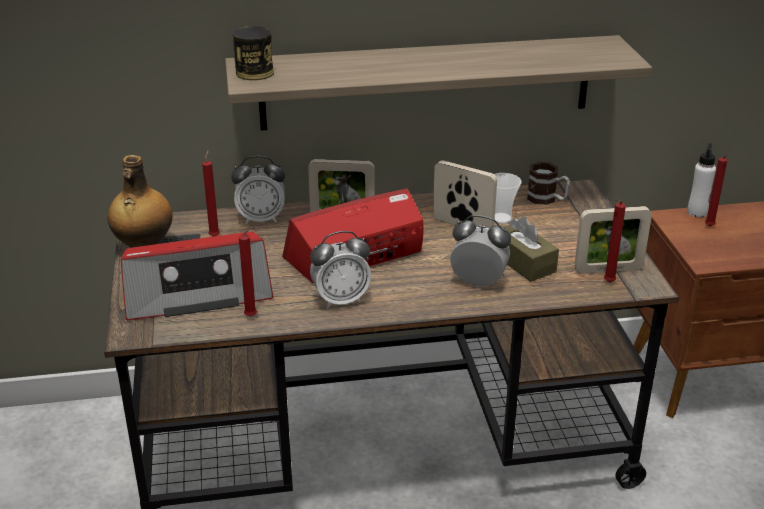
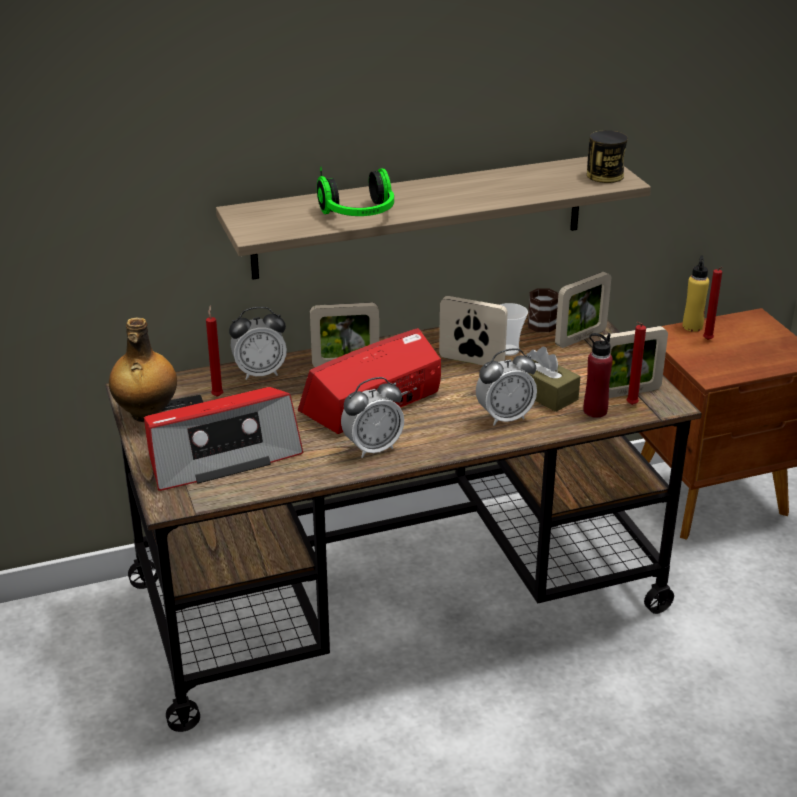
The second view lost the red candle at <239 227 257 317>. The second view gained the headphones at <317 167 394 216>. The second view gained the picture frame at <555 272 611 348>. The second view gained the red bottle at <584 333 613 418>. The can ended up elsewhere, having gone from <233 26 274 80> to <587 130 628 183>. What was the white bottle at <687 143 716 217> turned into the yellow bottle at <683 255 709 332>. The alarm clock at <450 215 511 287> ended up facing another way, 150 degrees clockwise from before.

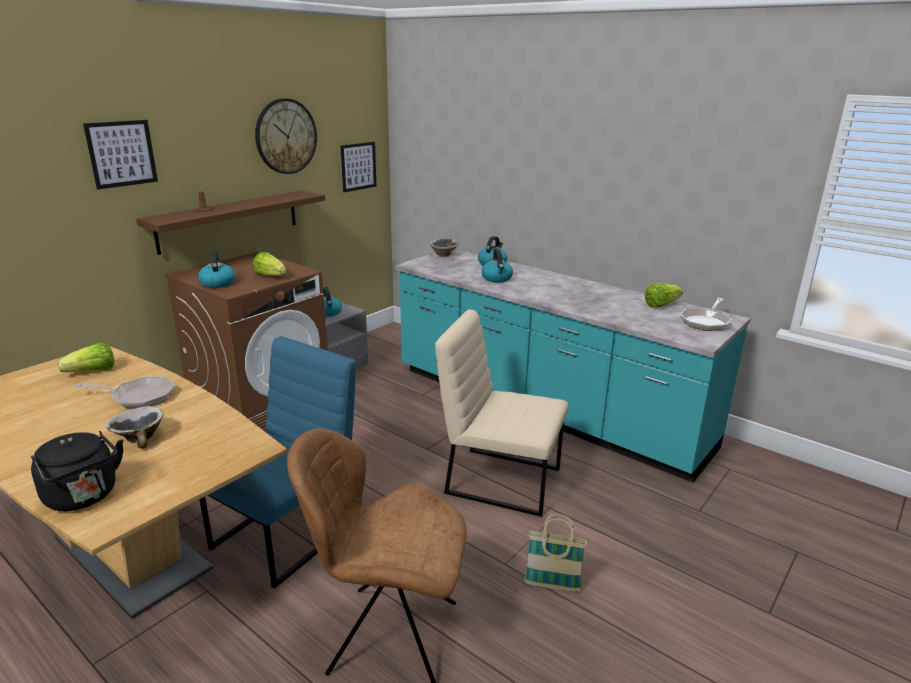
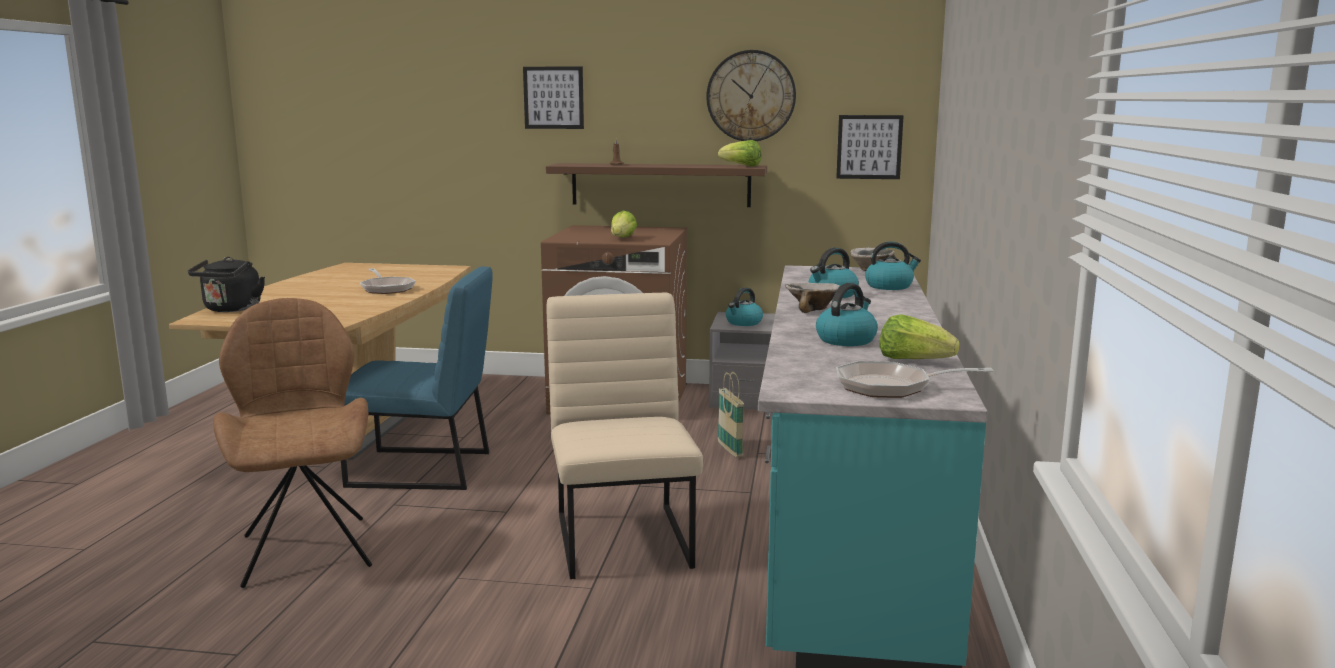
The lettuce ended up elsewhere, having gone from <58 343 114 372> to <718 140 761 167>. The bowl ended up elsewhere, having gone from <106 406 163 449> to <785 283 840 313>. The kettle ended up elsewhere, having gone from <198 251 236 288> to <816 283 878 346>. The basket ended up elsewhere, having gone from <524 514 587 592> to <718 372 744 457>.

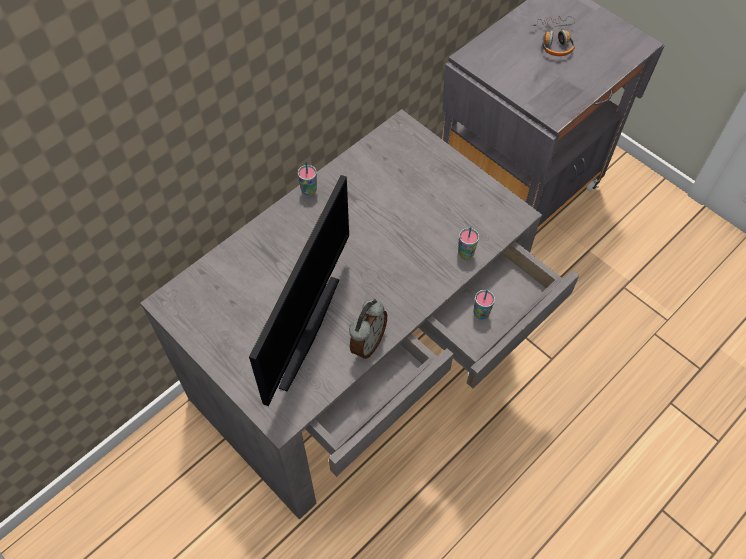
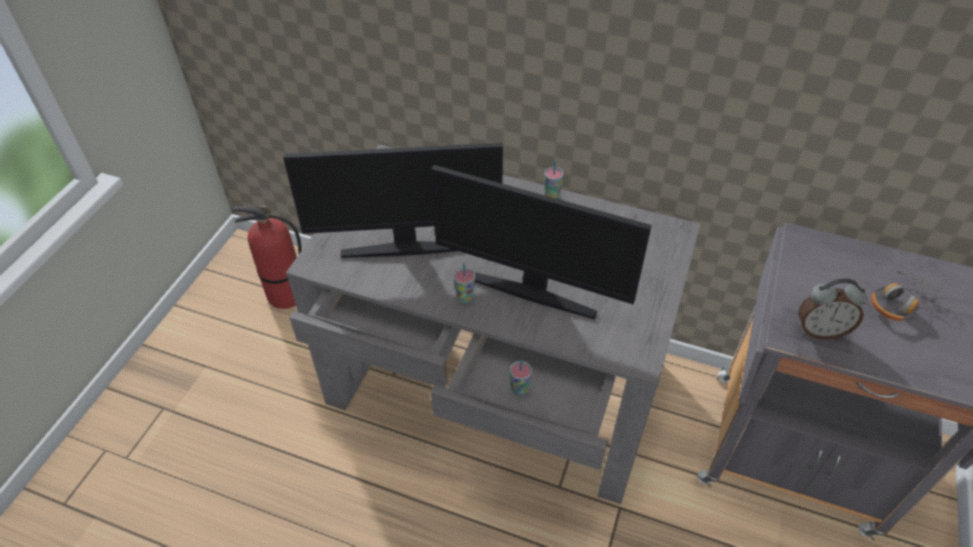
The second view gained the fire extinguisher at <233 206 302 309>. The second view gained the monitor at <431 165 652 319>. The alarm clock ended up elsewhere, having gone from <349 299 387 359> to <798 278 867 340>. The cup ended up elsewhere, having gone from <458 226 479 259> to <454 263 475 303>.

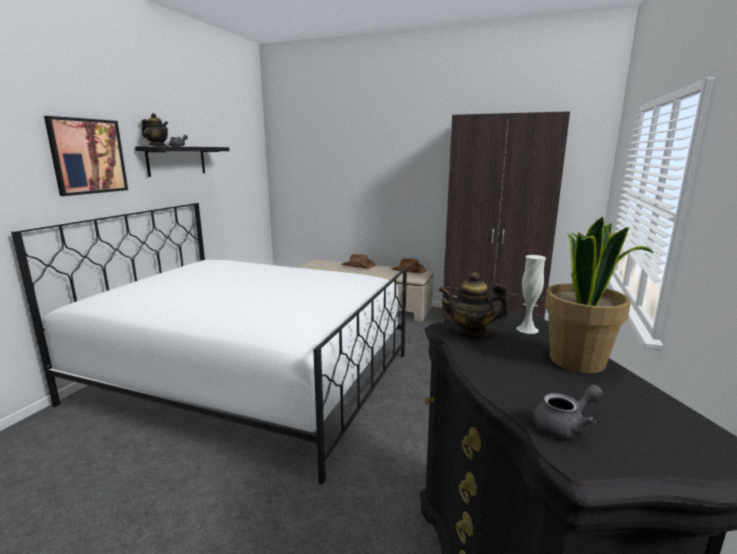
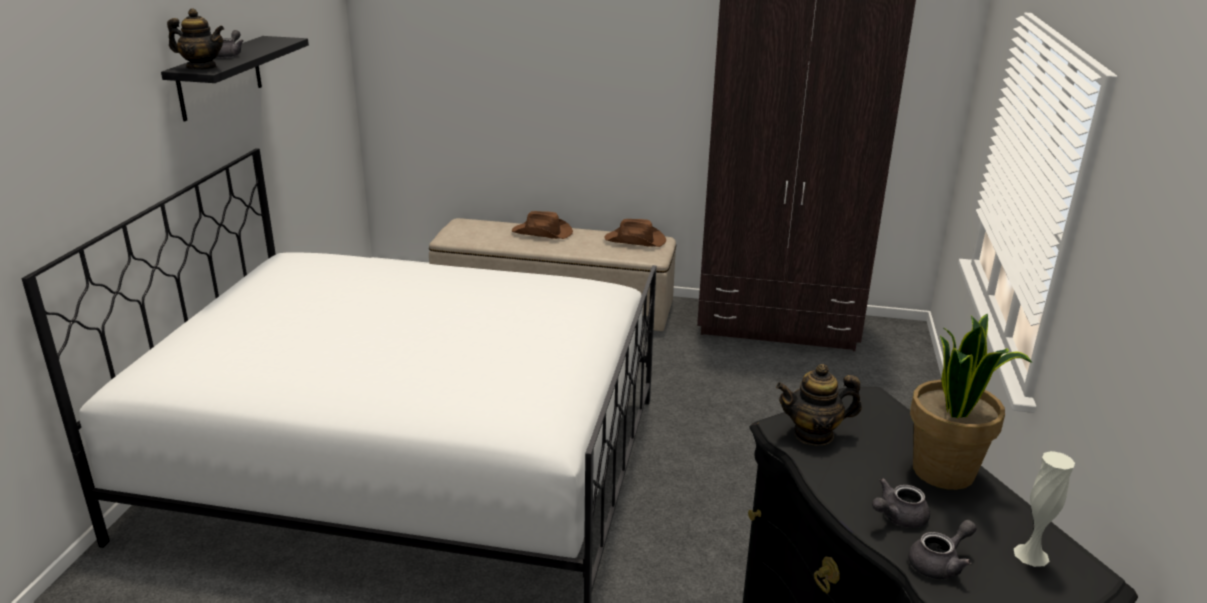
The second view lost the picture at <44 116 128 196>. The second view gained the grey teapot at <872 478 930 528>. The white vase ended up elsewhere, having gone from <516 255 546 334> to <1014 451 1075 567>.

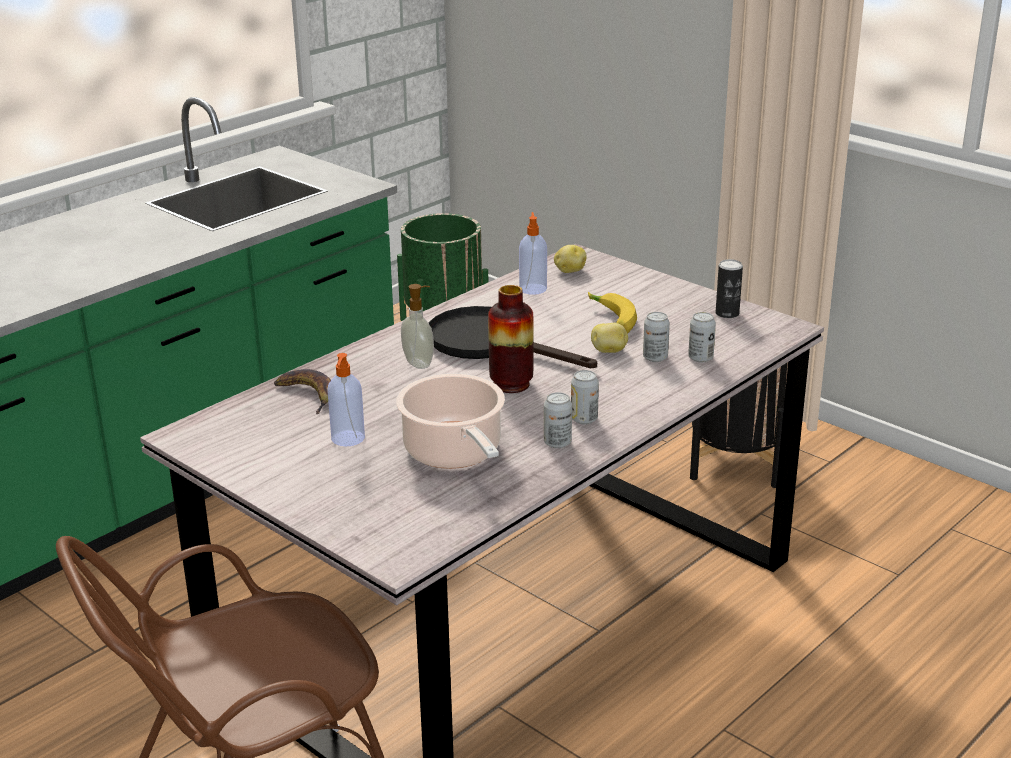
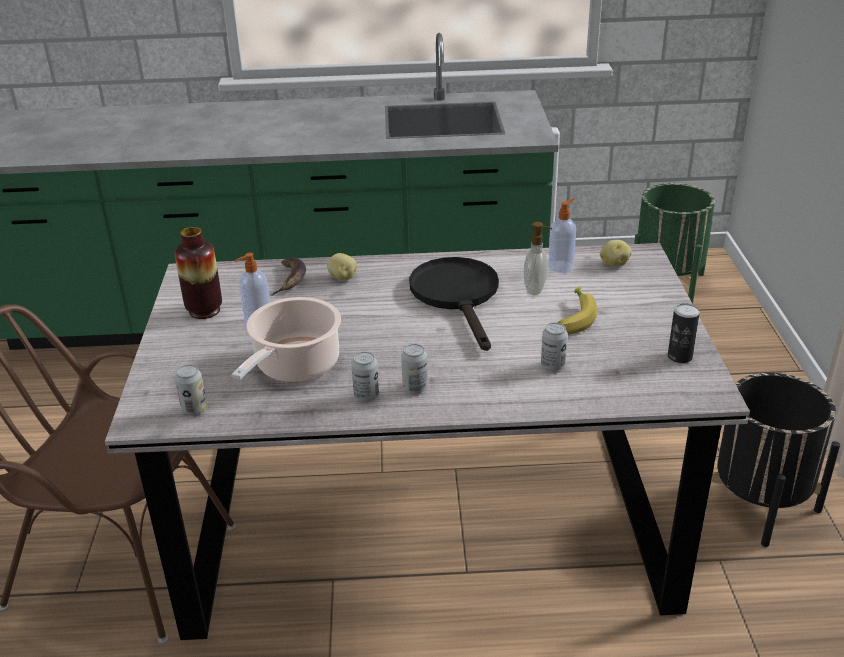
The soap dispenser ended up elsewhere, having gone from <401 284 434 369> to <524 222 552 295>. The vase ended up elsewhere, having gone from <488 285 534 393> to <175 227 222 319>. The potato ended up elsewhere, having gone from <591 323 628 353> to <327 253 357 281>. The can ended up elsewhere, having gone from <688 312 716 363> to <175 365 207 415>.

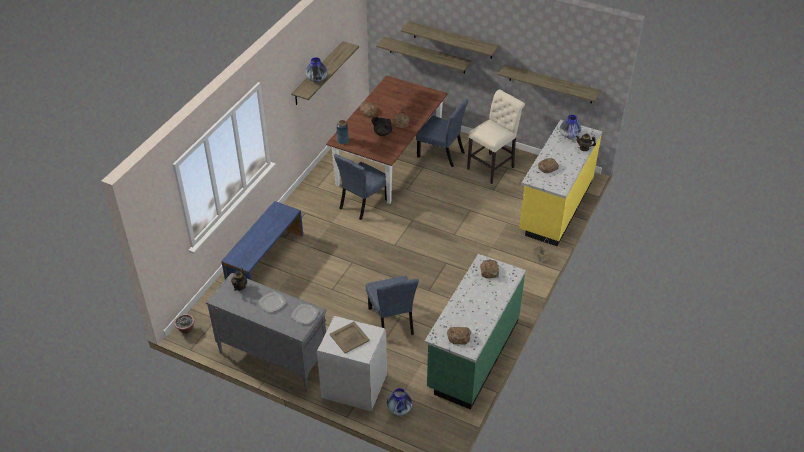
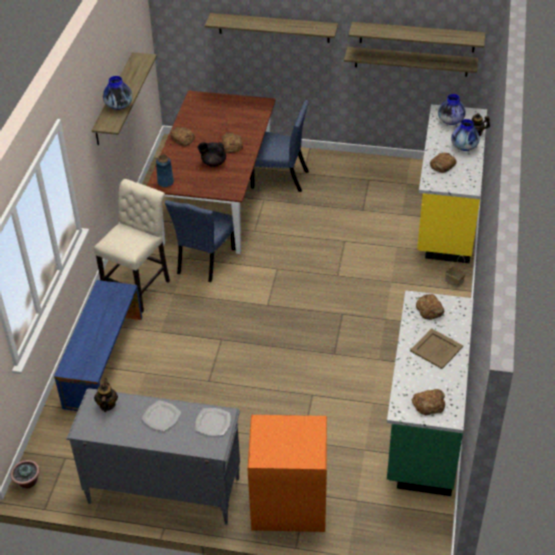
The second view lost the blue chair at <366 276 419 335>. The beige tray ended up elsewhere, having gone from <330 322 370 354> to <410 328 463 369>. The shelf ended up elsewhere, having gone from <376 37 472 73> to <349 22 485 52>. The vase ended up elsewhere, having gone from <387 388 412 415> to <451 119 480 151>. The beige stool ended up elsewhere, having gone from <467 89 525 184> to <94 179 170 313>. What was the white washing machine at <317 316 387 411> turned into the orange washing machine at <247 415 327 532>.

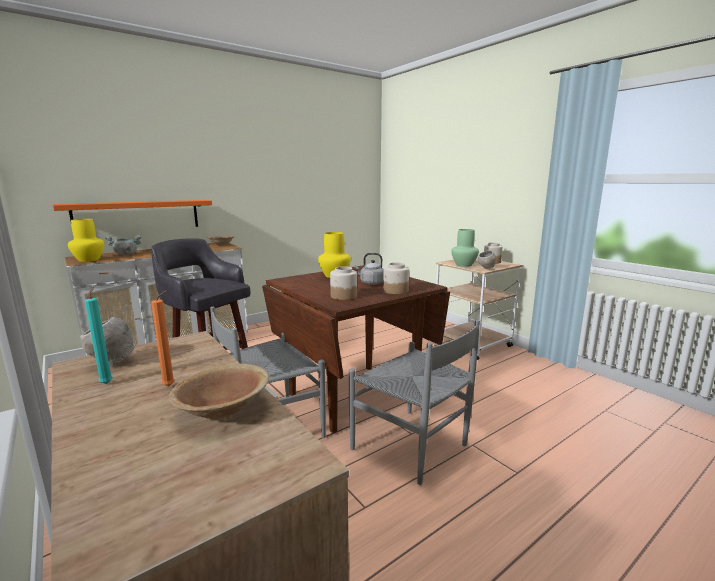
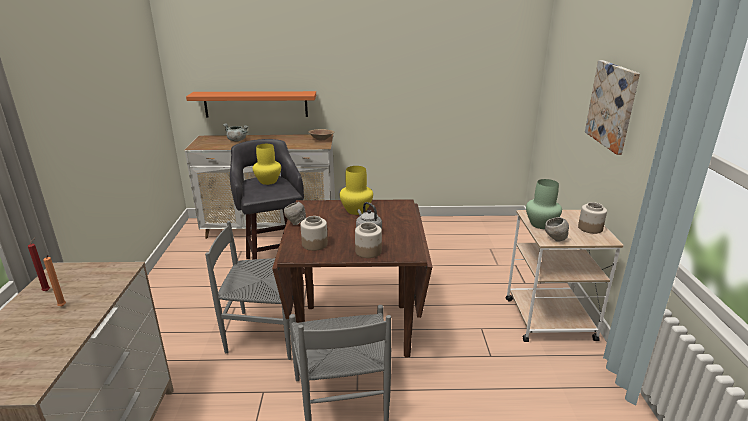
The second view lost the brown bowl at <169 363 269 419>. The second view gained the picture at <585 60 640 155>. The yellow vase ended up elsewhere, having gone from <68 219 104 262> to <253 144 281 185>. The grey bowl ended up elsewhere, having gone from <81 317 135 366> to <284 202 306 225>. What was the turquoise candle at <85 287 113 384> turned into the red candle at <28 237 50 291>.

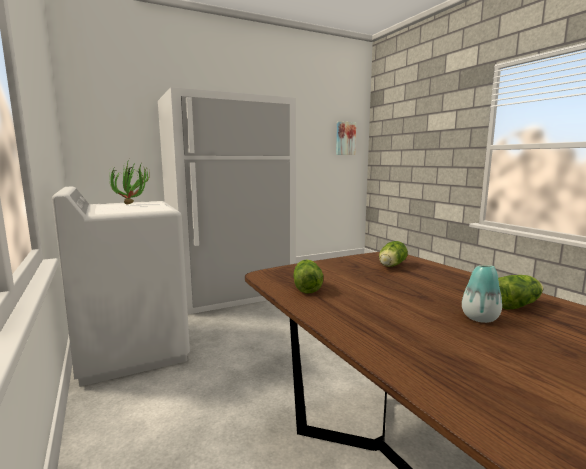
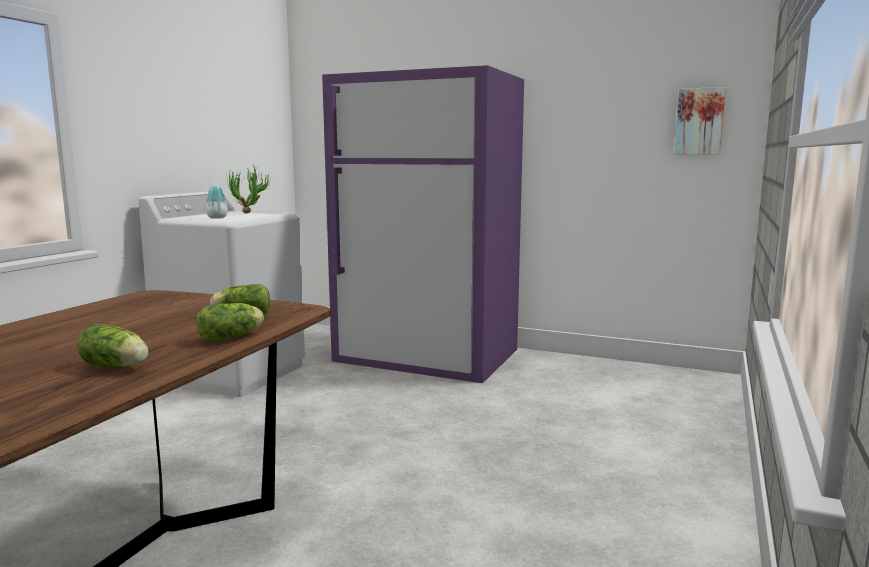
The lettuce ended up elsewhere, having gone from <293 259 323 294> to <197 303 264 343>. The vase ended up elsewhere, having gone from <462 265 502 323> to <206 186 228 219>. What was the white fridge at <158 87 296 314> turned into the purple fridge at <322 65 524 383>.

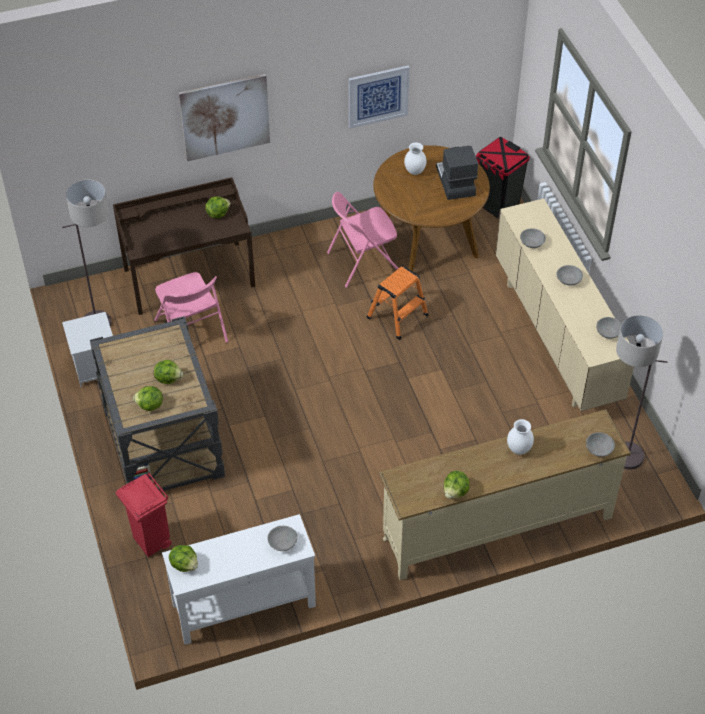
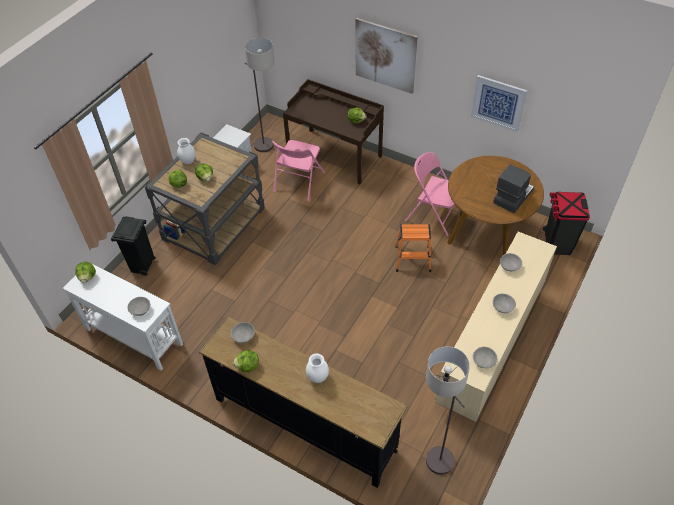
The white vase ended up elsewhere, having gone from <404 143 427 175> to <177 138 196 164>. The grey bowl ended up elsewhere, having gone from <586 432 615 457> to <231 322 255 343>. What was the red trash can at <116 472 172 557> turned into the black trash can at <111 216 155 276>. What was the beige dresser at <379 409 631 580> turned into the black dresser at <199 316 408 488>.

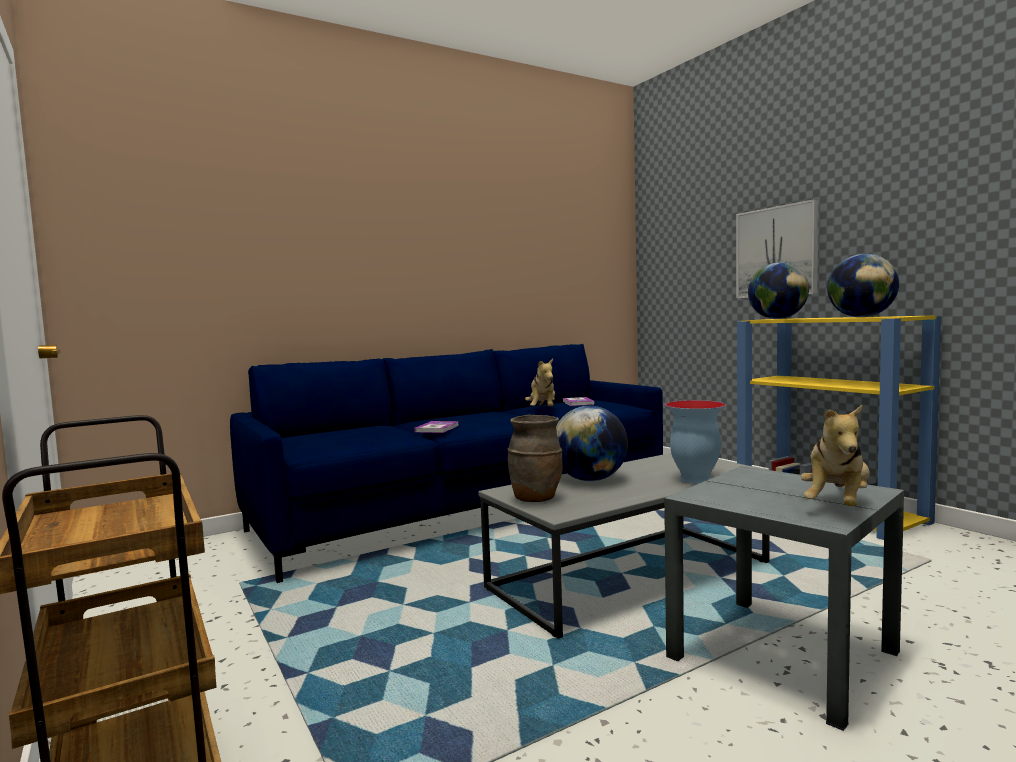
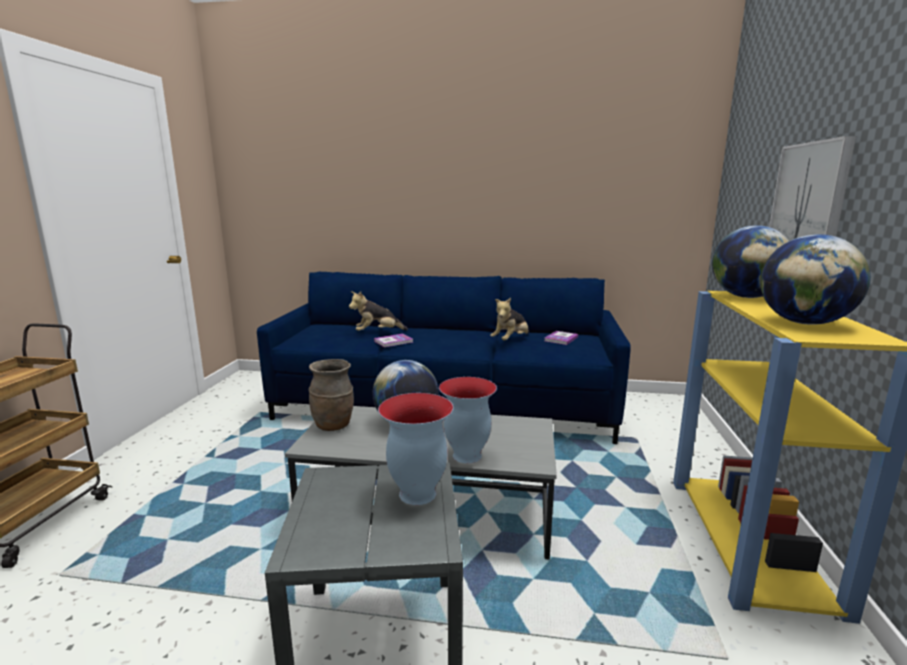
The second view gained the vase at <378 393 453 505>. The plush toy ended up elsewhere, having gone from <801 405 870 506> to <349 291 408 331>.

